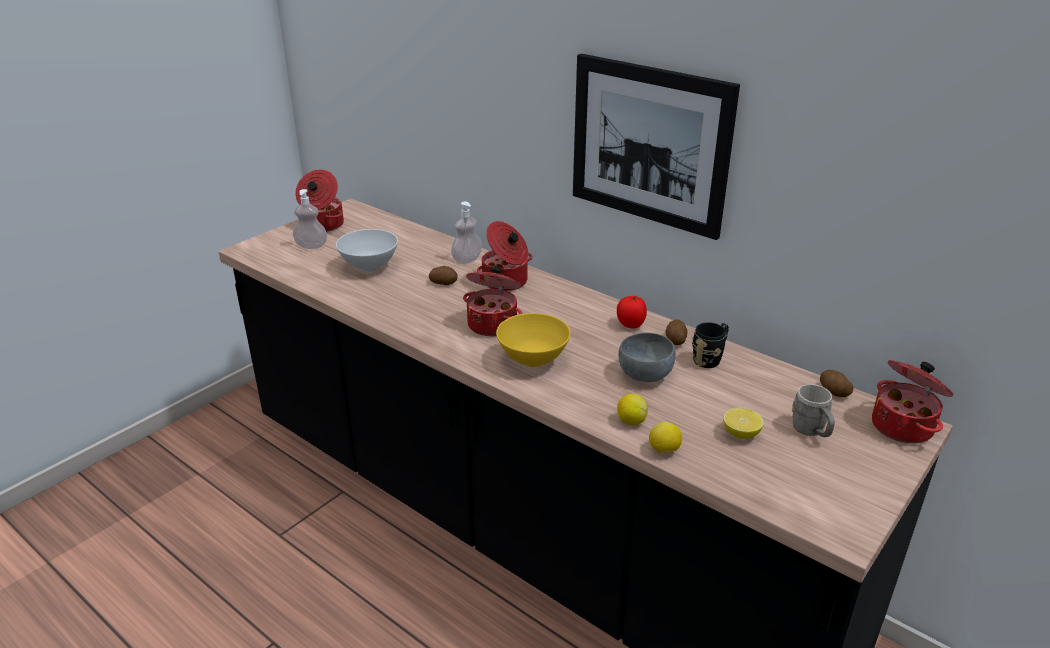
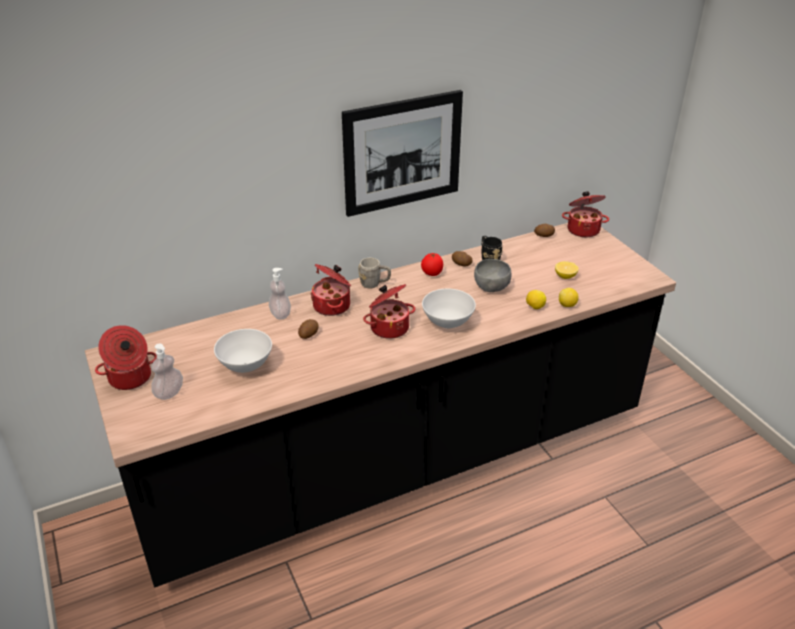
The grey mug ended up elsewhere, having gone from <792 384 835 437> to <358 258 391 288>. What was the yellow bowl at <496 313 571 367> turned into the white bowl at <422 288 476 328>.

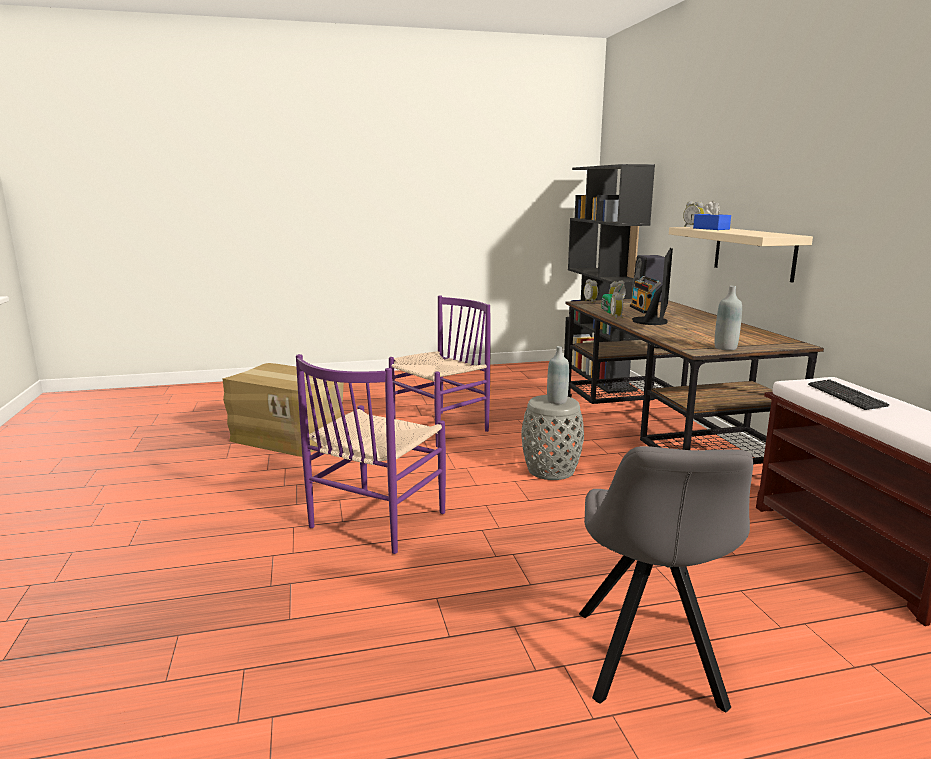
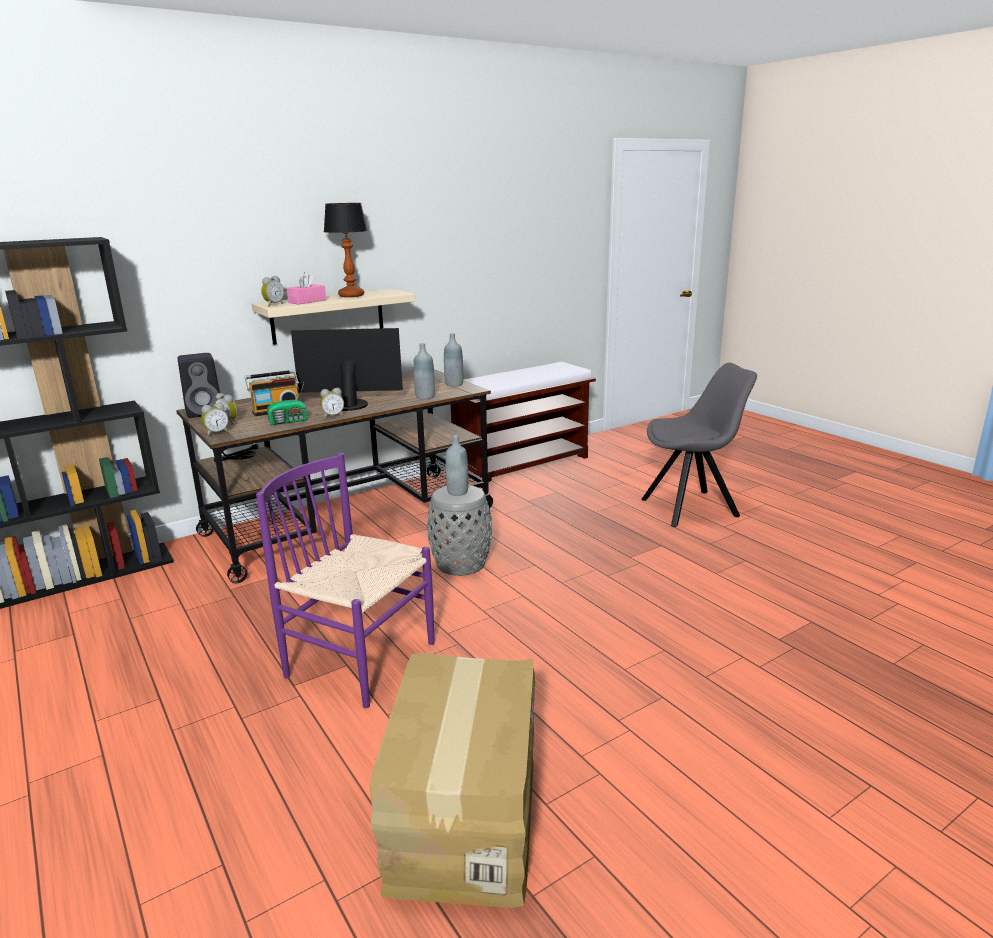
The second view lost the purple chair at <296 354 446 554>. The second view lost the keyboard at <808 379 889 410>. The second view gained the table lamp at <324 203 368 297>. The second view gained the grey bottle at <413 343 435 400>. What was the blue tissue box at <693 201 731 230> turned into the pink tissue box at <287 272 326 305>.

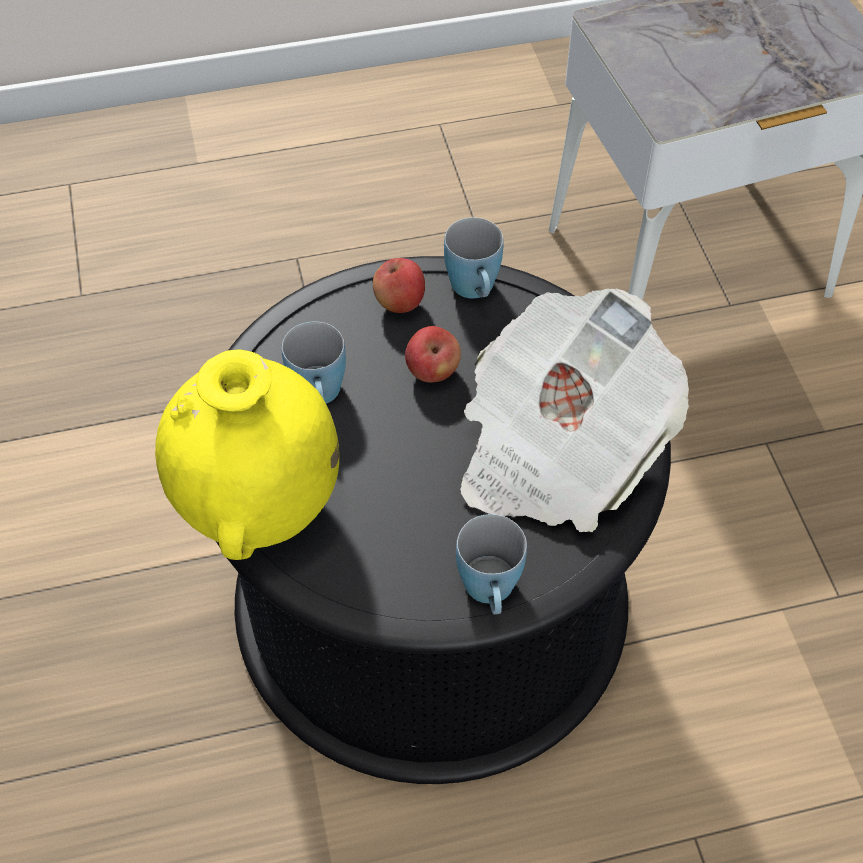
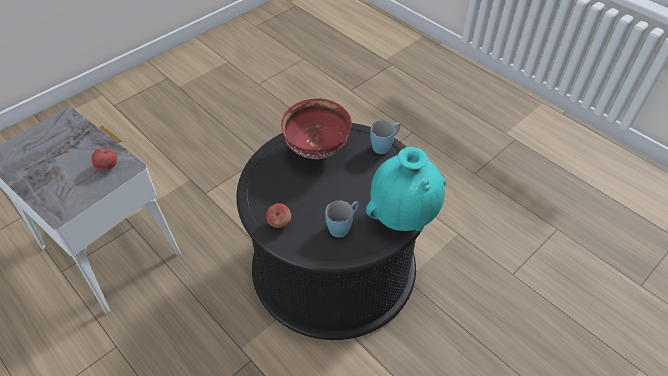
The second view lost the blue mug at <444 218 504 299>. The apple ended up elsewhere, having gone from <405 326 461 382> to <91 148 117 170>. Where the newspaper stood at <460 289 689 532>, the red bowl came to stand at <281 98 352 160>. What was the yellow vase at <155 349 339 560> turned into the turquoise vase at <366 147 446 231>.

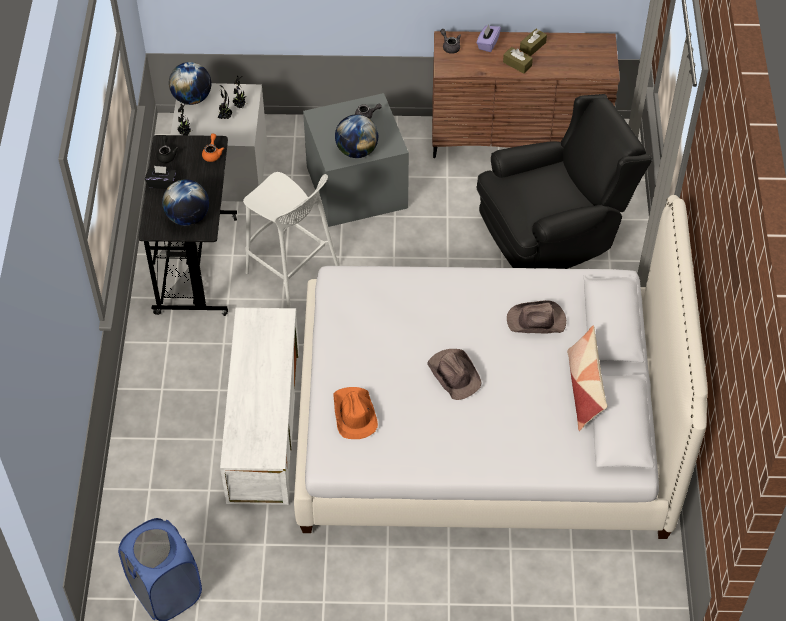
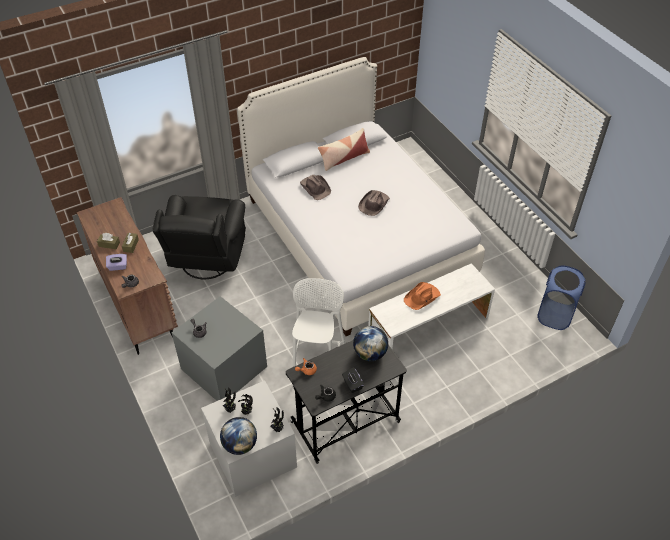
The second view lost the globe at <335 114 378 158>. The orange hat ended up elsewhere, having gone from <333 387 378 439> to <404 282 441 310>. The black armchair at <476 94 652 269> ended up facing another way, 120 degrees counterclockwise from before.

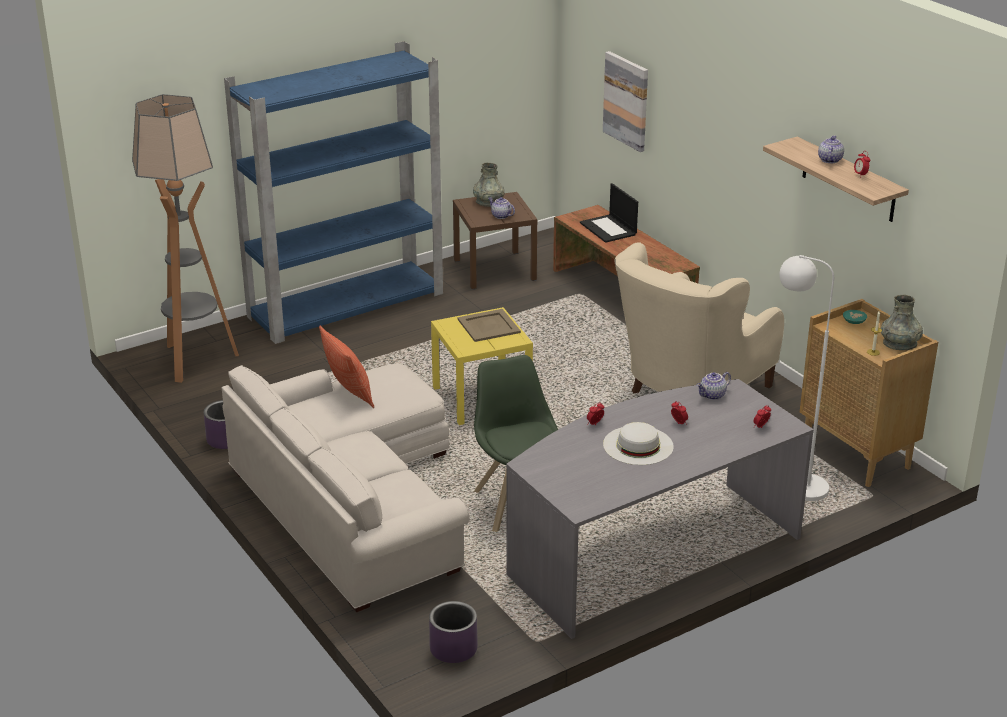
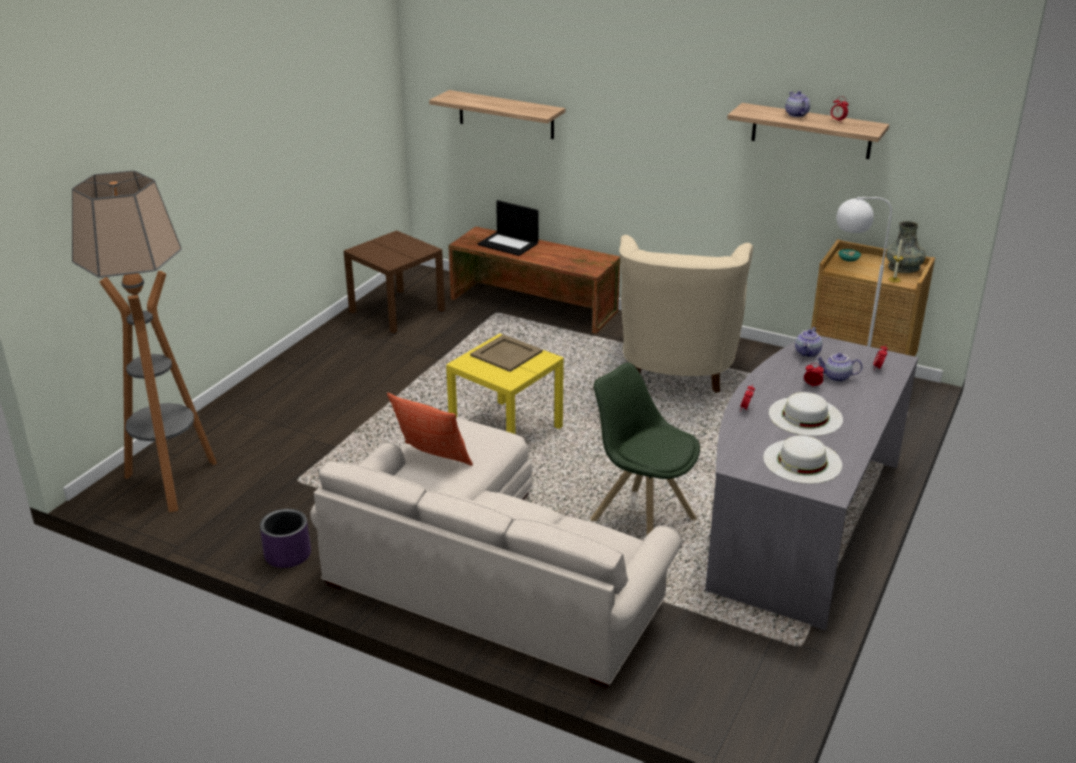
The second view lost the blue bookcase at <224 41 443 344>. The second view lost the purple planter at <429 601 478 663>. The second view lost the grey vase at <473 163 505 207>. The second view gained the white hat at <763 436 842 484>. The teapot ended up elsewhere, having gone from <488 197 515 219> to <816 353 863 382>. Where the picture hung at <603 51 648 152>, the shelf came to hang at <429 90 565 139>.

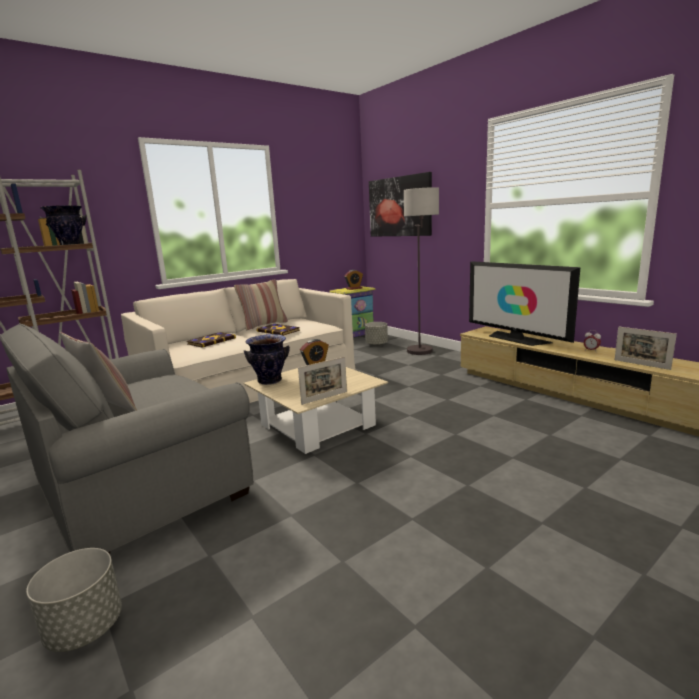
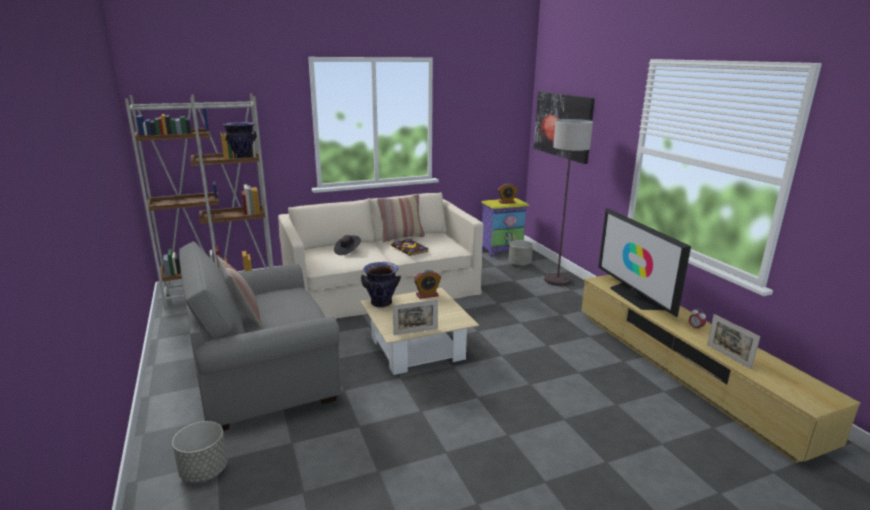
Where the book stood at <187 332 236 348>, the black hat came to stand at <334 235 361 255>.

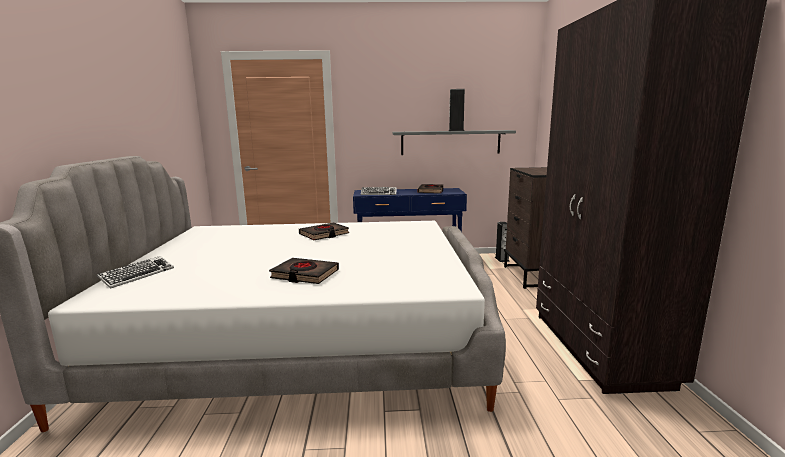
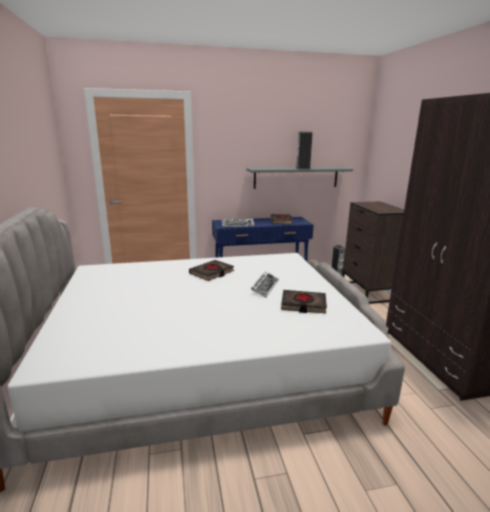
The keyboard ended up elsewhere, having gone from <97 256 174 289> to <251 271 279 297>. The black book ended up elsewhere, having gone from <269 258 339 284> to <281 290 327 313>.

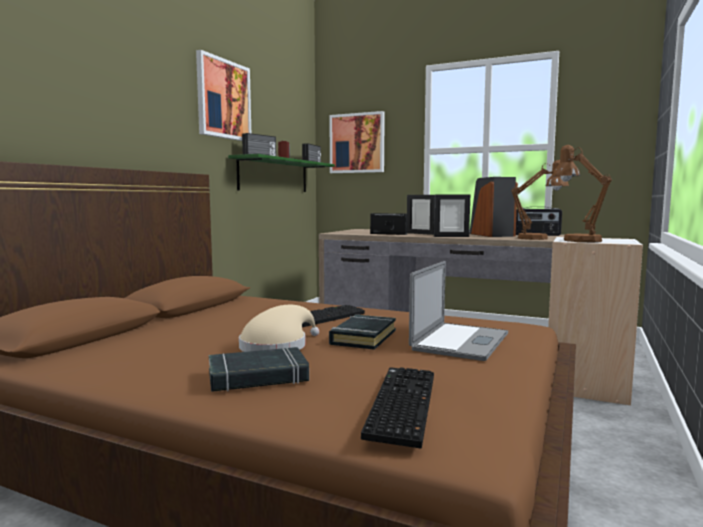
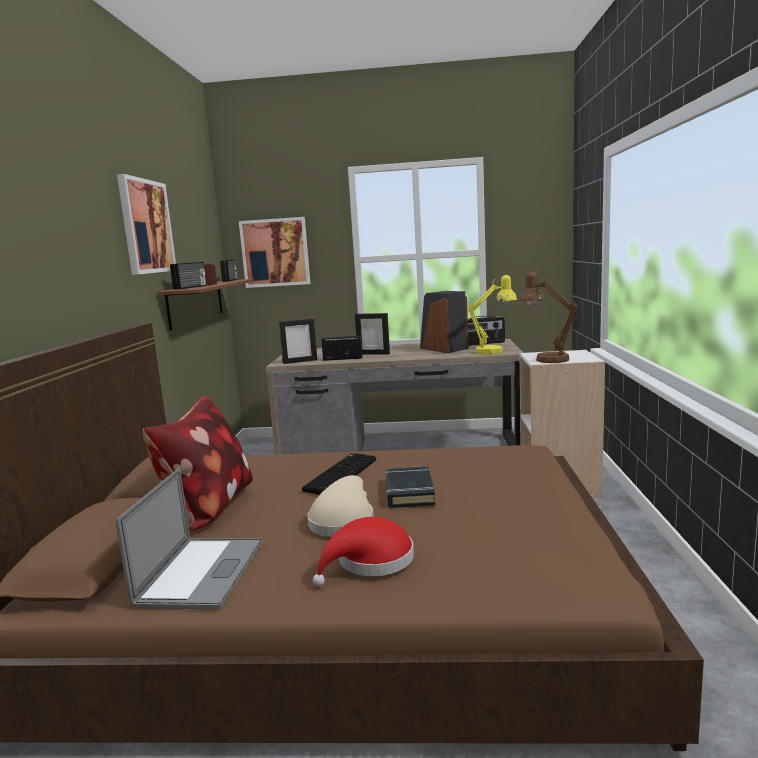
The second view lost the keyboard at <361 367 434 448>. The second view gained the pillow at <143 396 253 530>. The laptop ended up elsewhere, having gone from <409 261 508 361> to <116 468 263 610>. The picture frame ended up elsewhere, having gone from <434 194 470 237> to <279 319 317 364>. Where the black book stood at <209 347 309 392>, the red hat came to stand at <313 517 414 587>. What was the green shelf at <228 154 335 192> turned into the brown shelf at <158 279 254 331>. What was the brown table lamp at <511 160 569 240> turned into the yellow table lamp at <467 275 517 354>.

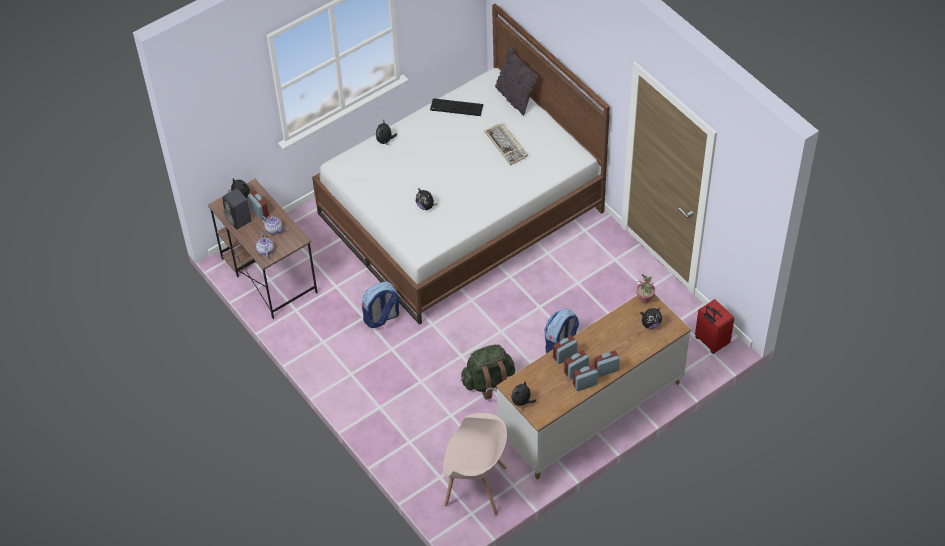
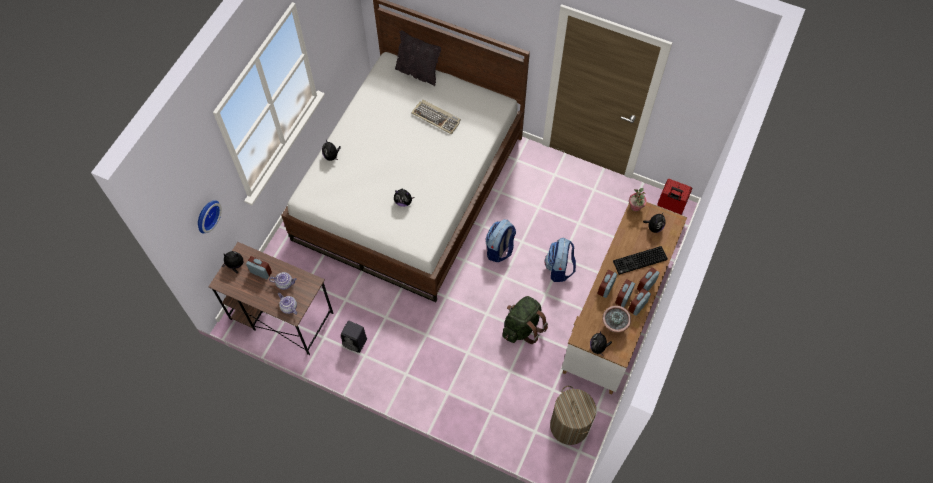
The second view gained the wall clock at <198 200 222 233>. The second view gained the potted plant at <602 306 631 332>. The black speaker ended up elsewhere, having gone from <223 188 252 229> to <341 321 367 353>. The backpack ended up elsewhere, having gone from <362 282 399 328> to <485 219 516 262>. The keyboard ended up elsewhere, having gone from <430 98 483 116> to <613 246 668 275>. Where the beige chair stood at <443 413 507 515>, the laundry basket came to stand at <550 386 596 445>.

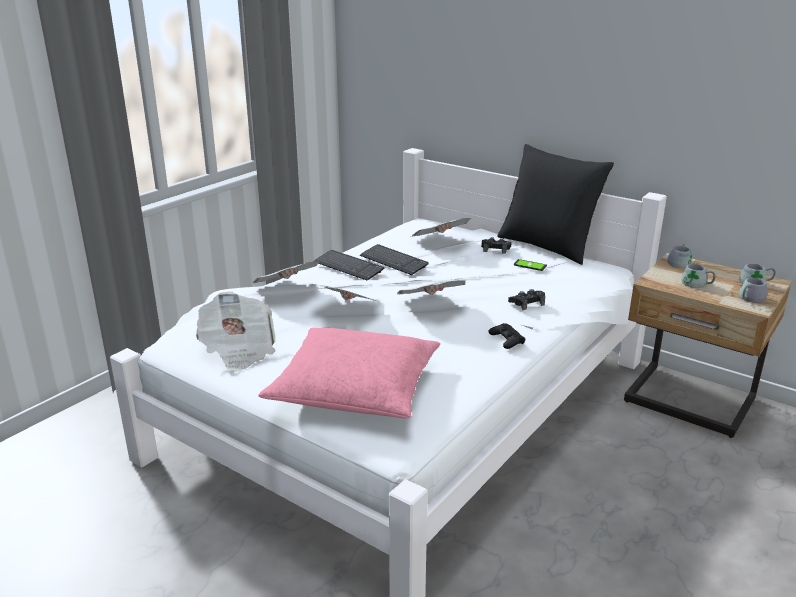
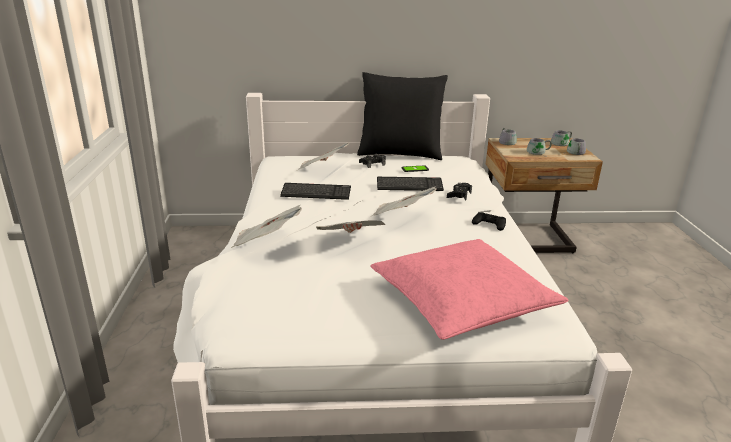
The second view lost the newspaper at <196 292 276 372>. The keyboard ended up elsewhere, having gone from <314 250 384 281> to <377 177 444 191>.

